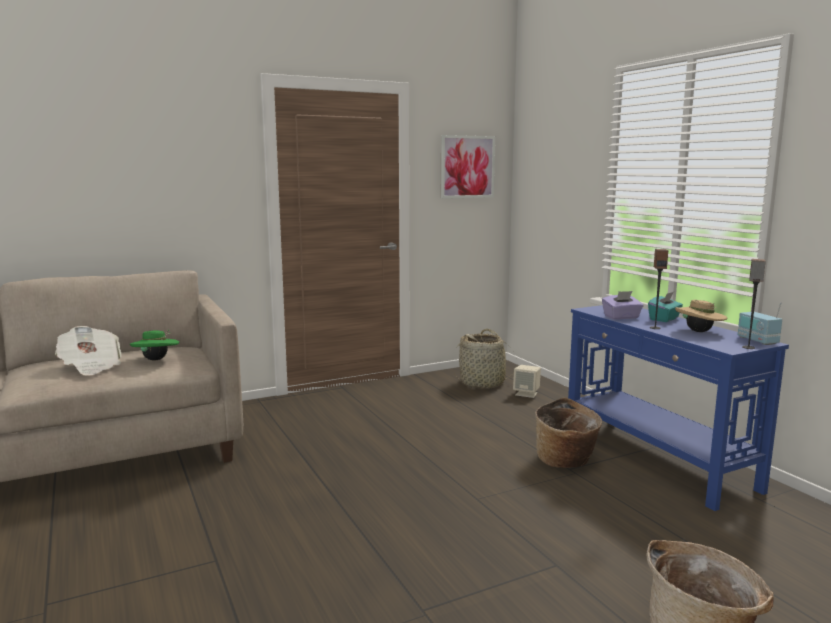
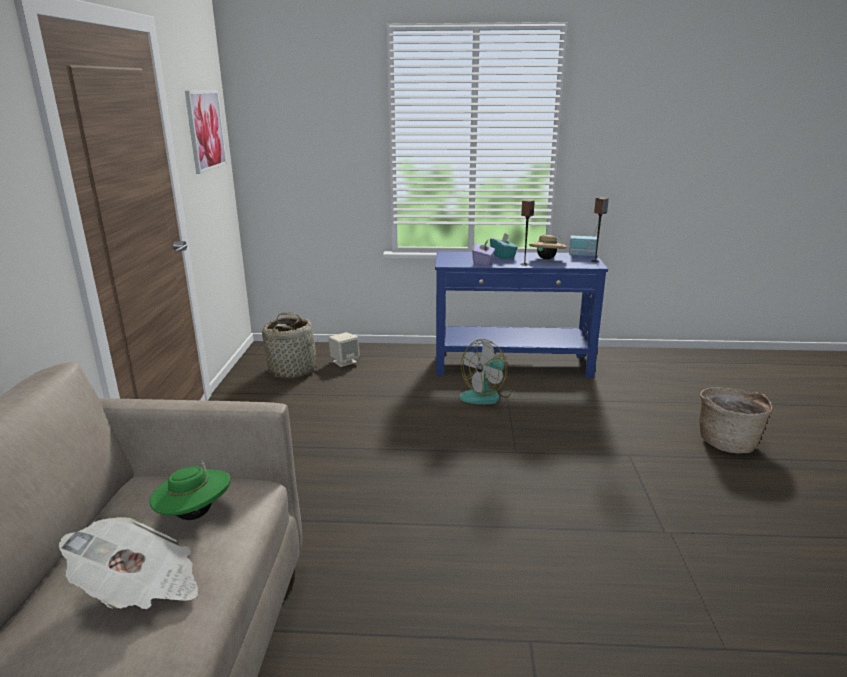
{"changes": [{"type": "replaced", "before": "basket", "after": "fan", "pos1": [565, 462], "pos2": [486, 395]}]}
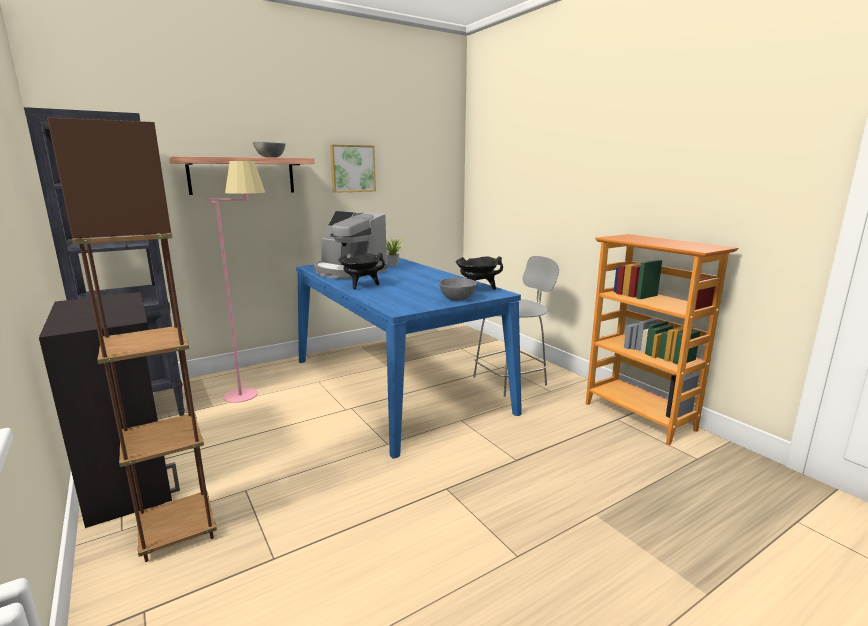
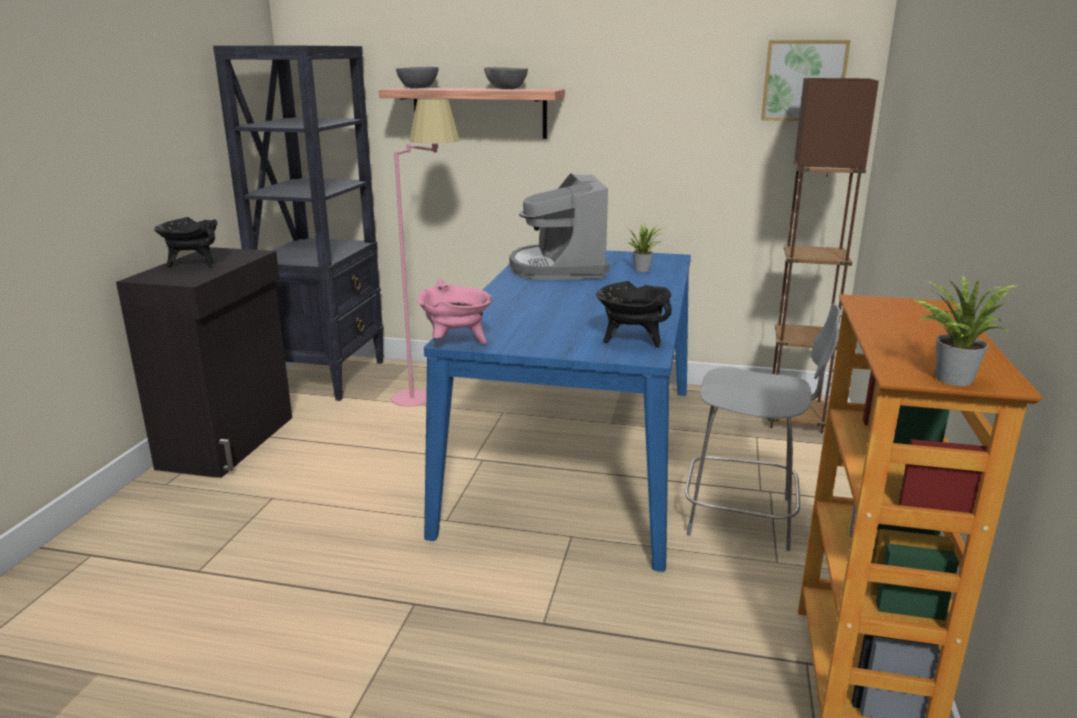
{"changes": [{"type": "moved", "before": "black cooking pot", "pos1": [361, 286], "pos2": [193, 264]}, {"type": "moved", "before": "grey bowl", "pos1": [457, 299], "pos2": [419, 88]}, {"type": "added", "after": "pink cooking pot", "pos2": [456, 343]}, {"type": "moved", "before": "picture", "pos1": [352, 168], "pos2": [804, 80]}, {"type": "moved", "before": "brown floor lamp", "pos1": [177, 530], "pos2": [794, 419]}, {"type": "added", "after": "potted plant", "pos2": [950, 377]}]}
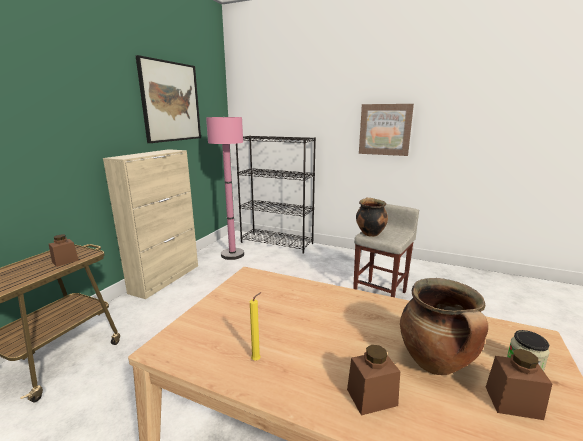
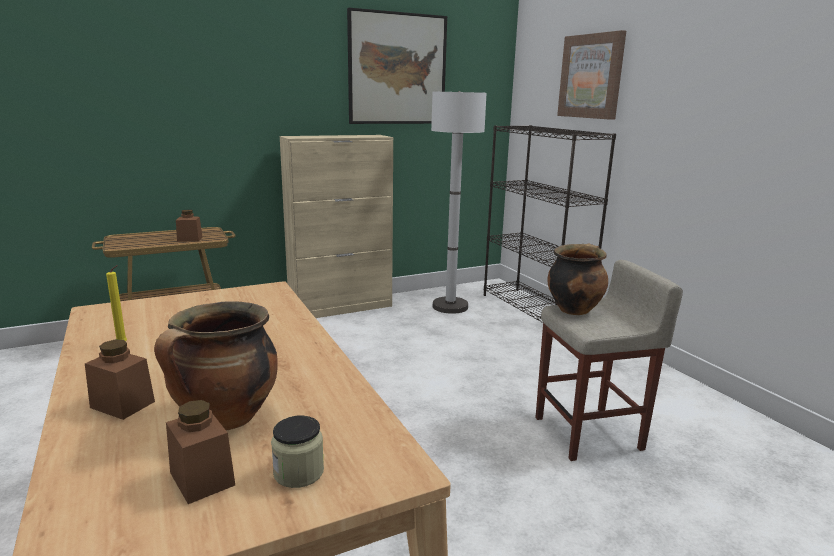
{"changes": [{"type": "recoloured", "before": "pink floor lamp", "after": "white floor lamp", "pos1": [232, 254], "pos2": [450, 306]}, {"type": "moved", "before": "picture", "pos1": [385, 129], "pos2": [591, 76]}]}
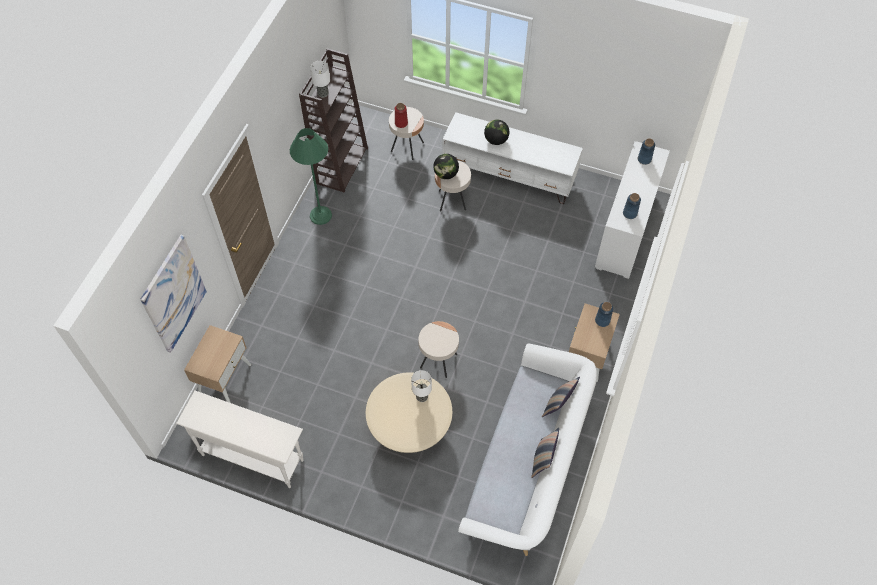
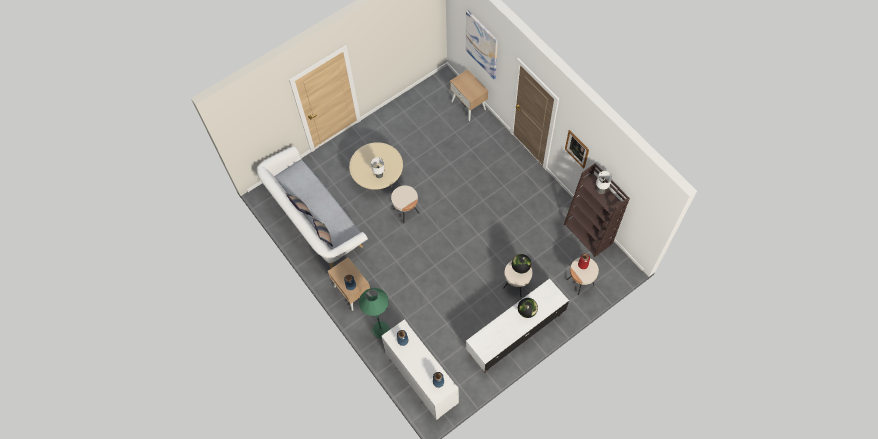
{"changes": [{"type": "moved", "before": "green floor lamp", "pos1": [321, 215], "pos2": [380, 330]}, {"type": "added", "after": "picture", "pos2": [577, 149]}, {"type": "removed", "before": "white console table", "pos1": [252, 457]}]}
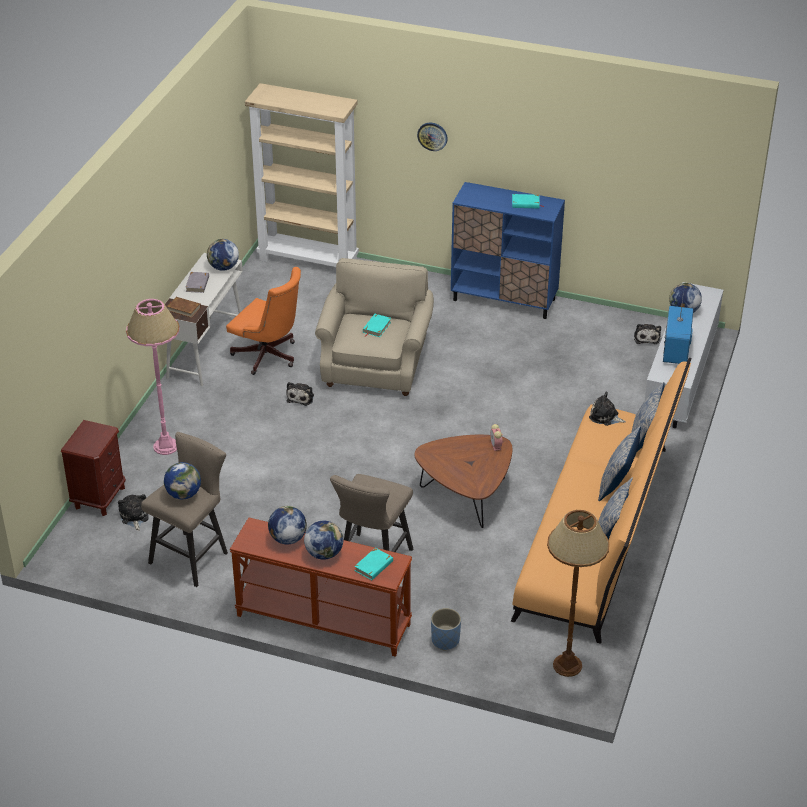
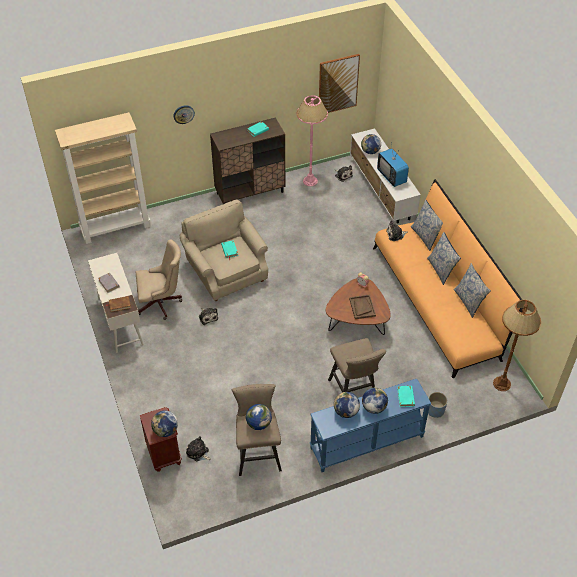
{"changes": [{"type": "recoloured", "before": "orange office chair", "after": "beige office chair", "pos1": [269, 357], "pos2": [161, 303]}, {"type": "moved", "before": "globe", "pos1": [223, 267], "pos2": [165, 430]}, {"type": "recoloured", "before": "blue cabinet", "after": "brown cabinet", "pos1": [504, 300], "pos2": [250, 192]}, {"type": "moved", "before": "pink floor lamp", "pos1": [166, 446], "pos2": [310, 181]}, {"type": "recoloured", "before": "brown console table", "after": "blue console table", "pos1": [322, 621], "pos2": [367, 443]}, {"type": "added", "after": "picture", "pos2": [338, 84]}, {"type": "added", "after": "brown tray", "pos2": [362, 307]}]}
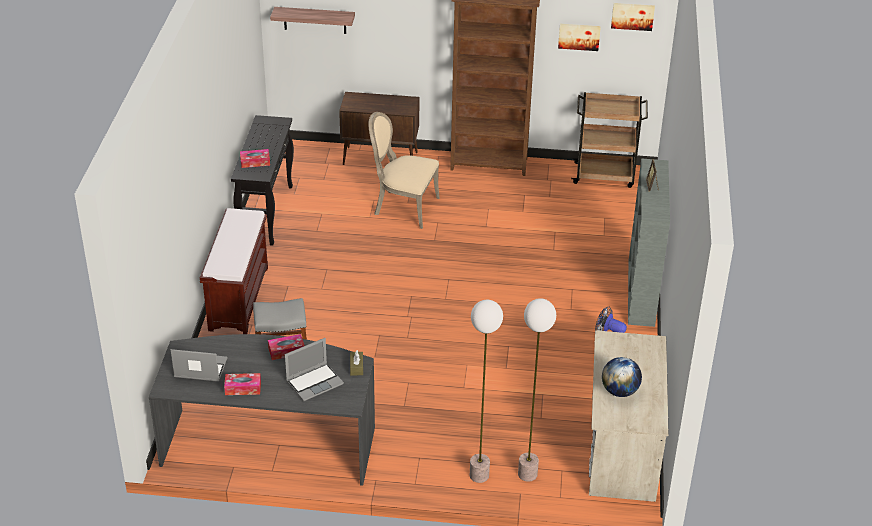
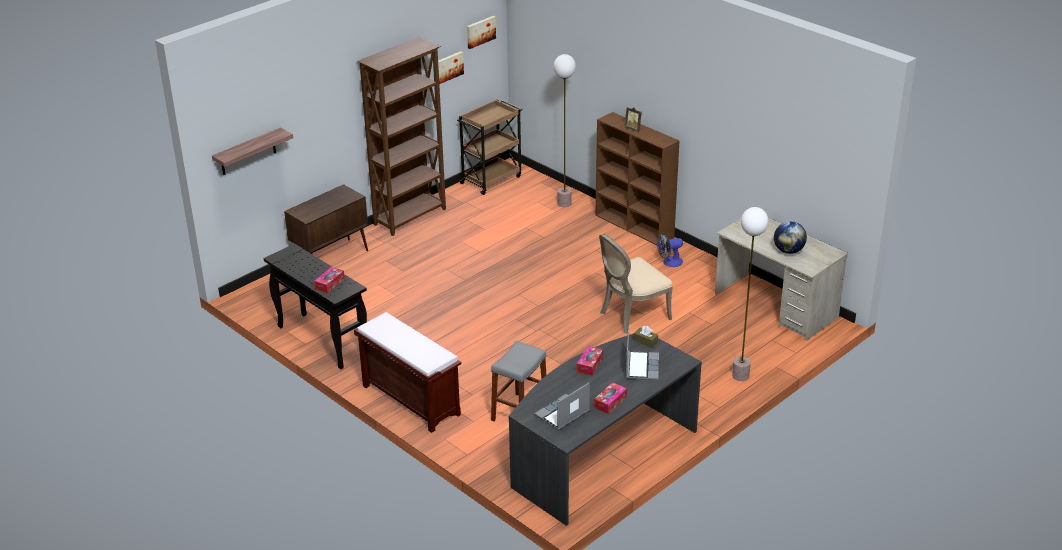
{"changes": [{"type": "moved", "before": "floor lamp", "pos1": [527, 474], "pos2": [564, 203]}, {"type": "recoloured", "before": "grey bookcase", "after": "brown bookcase", "pos1": [641, 293], "pos2": [635, 227]}, {"type": "moved", "before": "beige chair", "pos1": [403, 207], "pos2": [631, 315]}]}
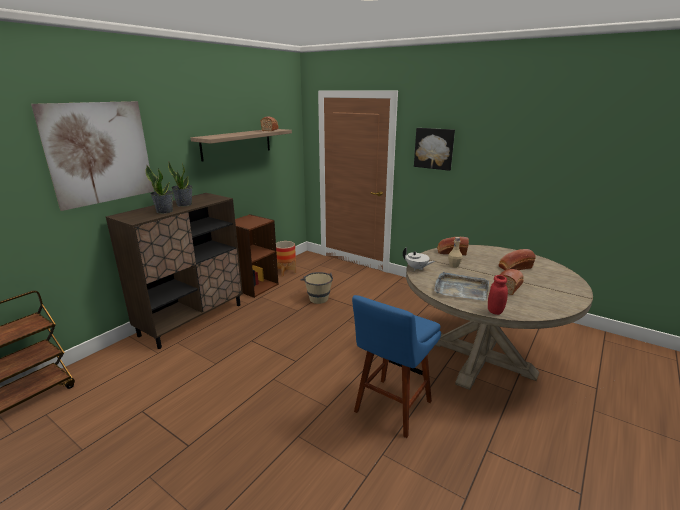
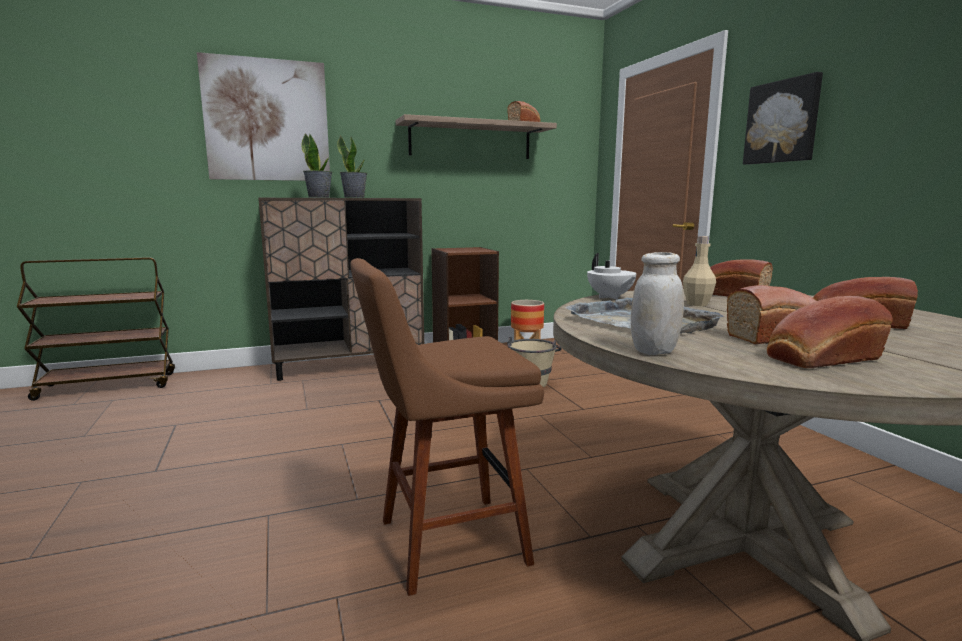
{"changes": [{"type": "recoloured", "before": "blue stool", "after": "brown stool", "pos1": [391, 409], "pos2": [444, 543]}, {"type": "recoloured", "before": "red jar", "after": "white jar", "pos1": [495, 311], "pos2": [654, 351]}, {"type": "added", "after": "bread", "pos2": [820, 358]}]}
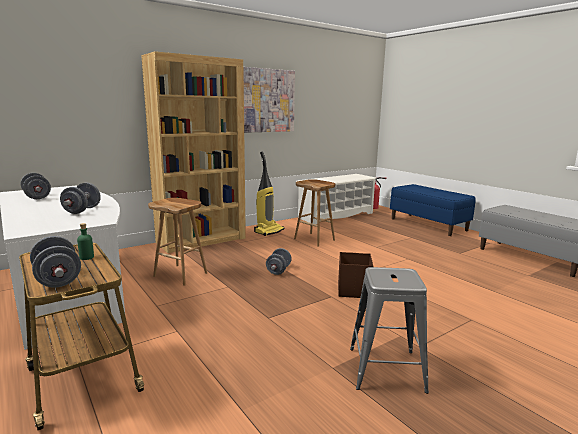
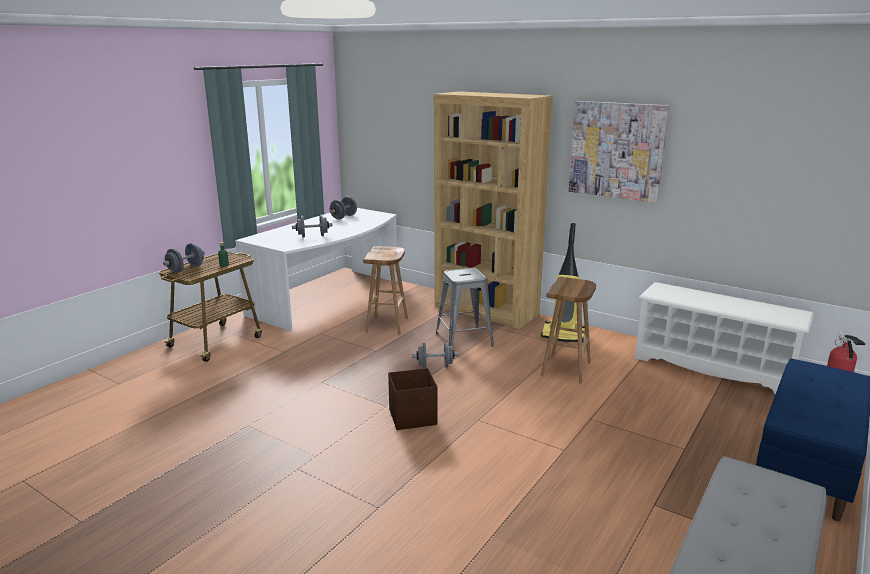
{"changes": [{"type": "moved", "before": "grey stool", "pos1": [386, 369], "pos2": [464, 339]}]}
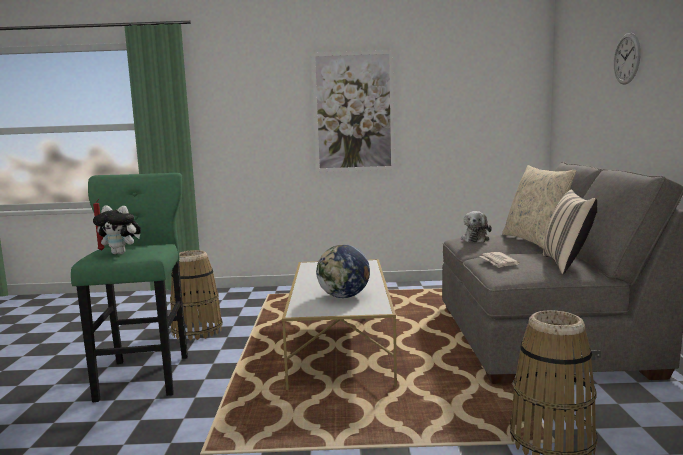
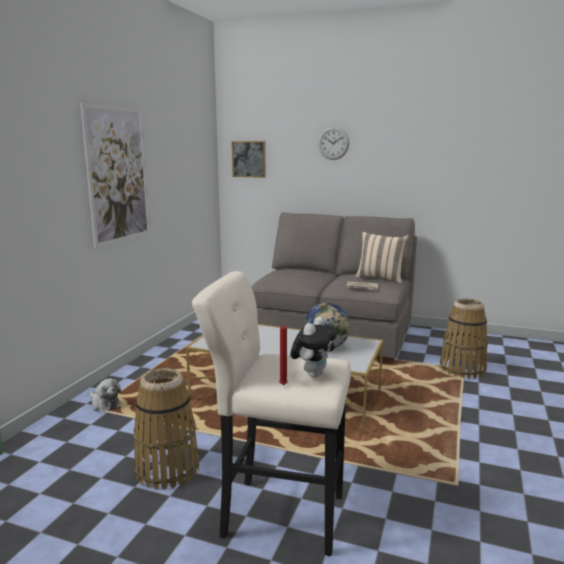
{"changes": [{"type": "moved", "before": "plush toy", "pos1": [475, 239], "pos2": [105, 404]}, {"type": "recoloured", "before": "green stool", "after": "beige stool", "pos1": [145, 375], "pos2": [277, 513]}, {"type": "added", "after": "picture", "pos2": [249, 159]}, {"type": "removed", "before": "beige pillow", "pos1": [535, 241]}]}
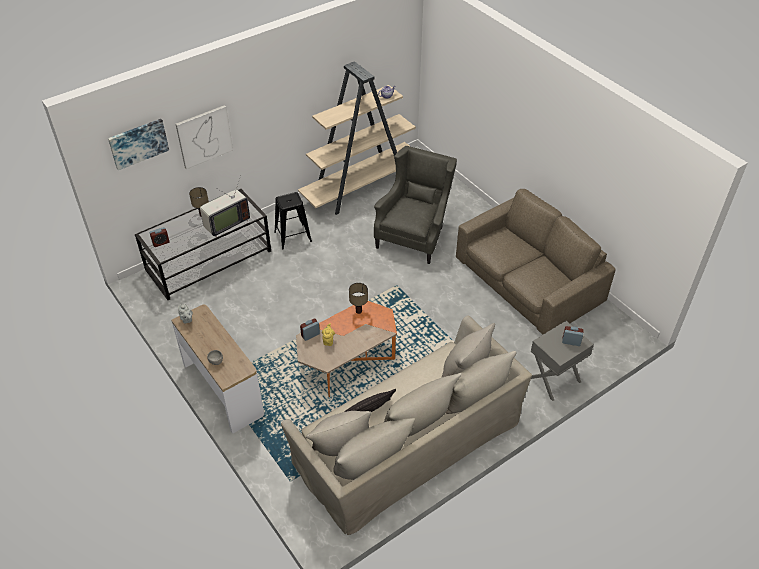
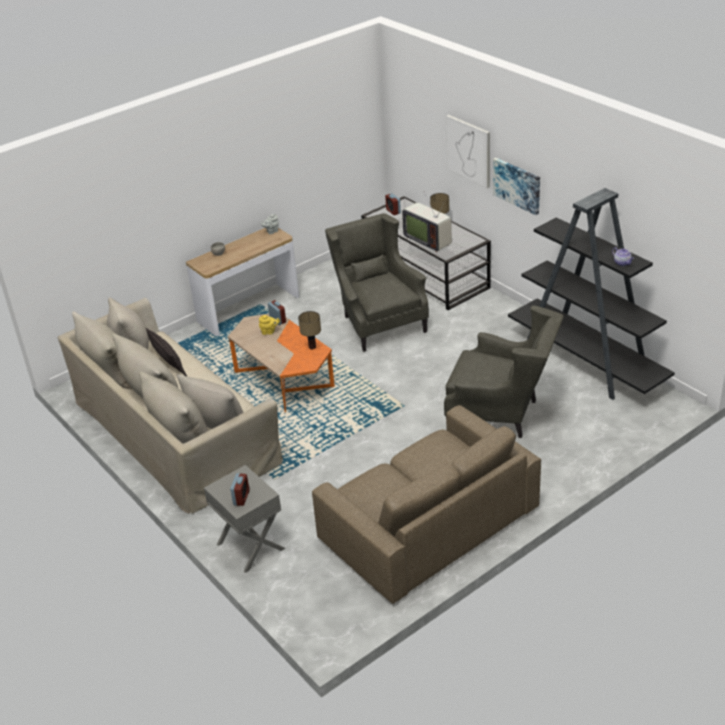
{"changes": [{"type": "added", "after": "grey armchair", "pos2": [378, 321]}, {"type": "moved", "before": "picture", "pos1": [138, 143], "pos2": [517, 185]}, {"type": "recoloured", "before": "beige bookcase", "after": "black bookcase", "pos1": [362, 187], "pos2": [586, 363]}, {"type": "removed", "before": "black stool", "pos1": [293, 236]}]}
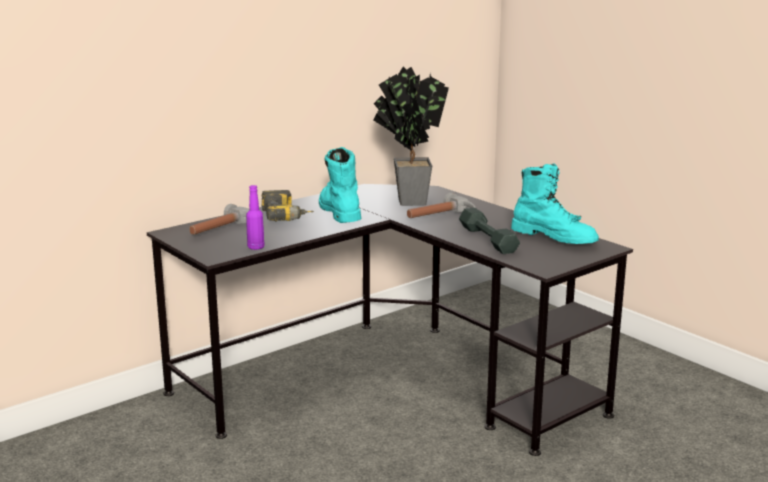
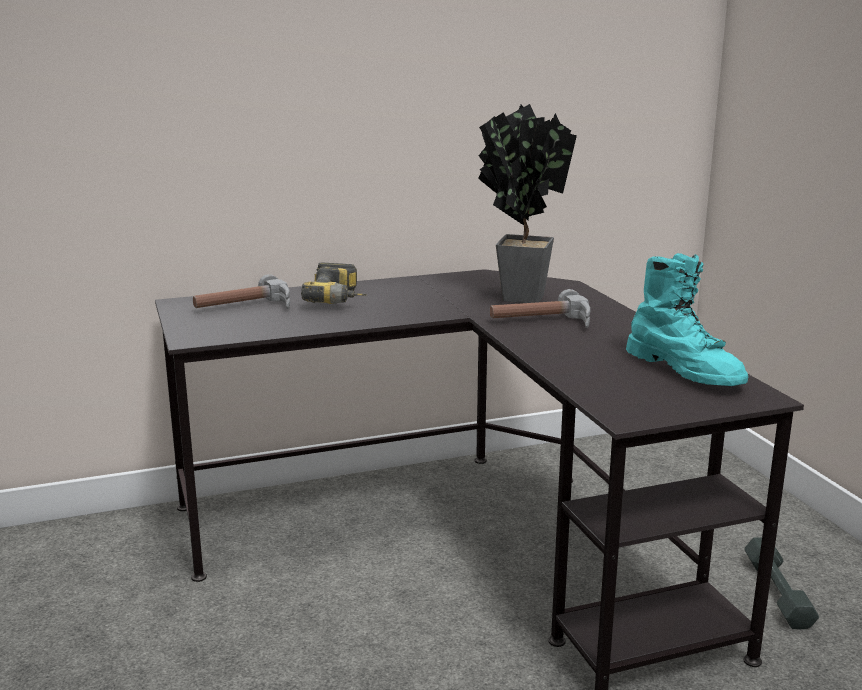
{"changes": [{"type": "moved", "before": "grey dumbbell", "pos1": [488, 239], "pos2": [778, 592]}, {"type": "removed", "before": "purple bottle", "pos1": [256, 247]}, {"type": "removed", "before": "turquoise boot", "pos1": [338, 211]}]}
